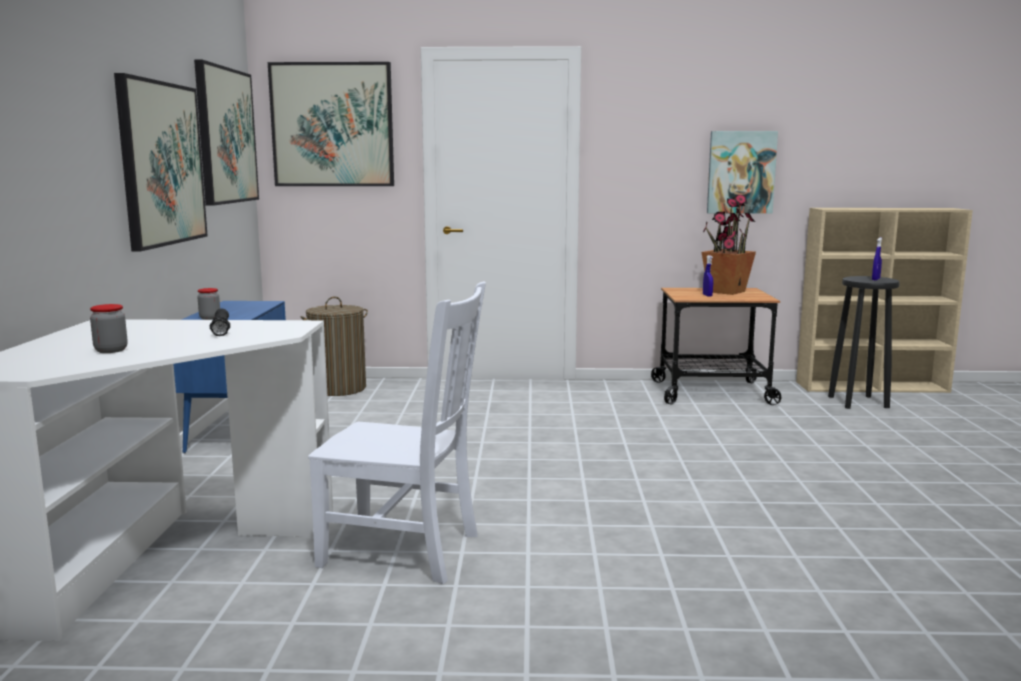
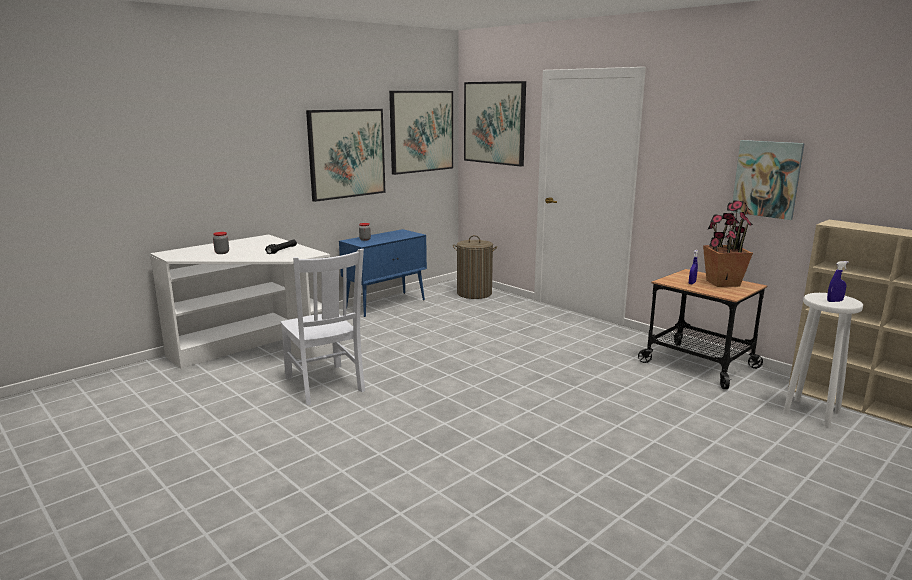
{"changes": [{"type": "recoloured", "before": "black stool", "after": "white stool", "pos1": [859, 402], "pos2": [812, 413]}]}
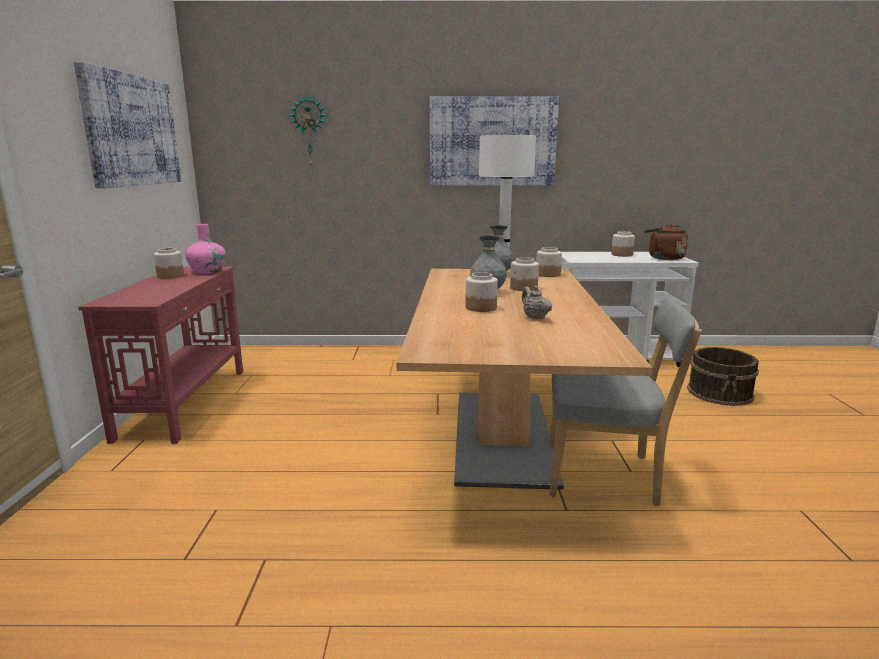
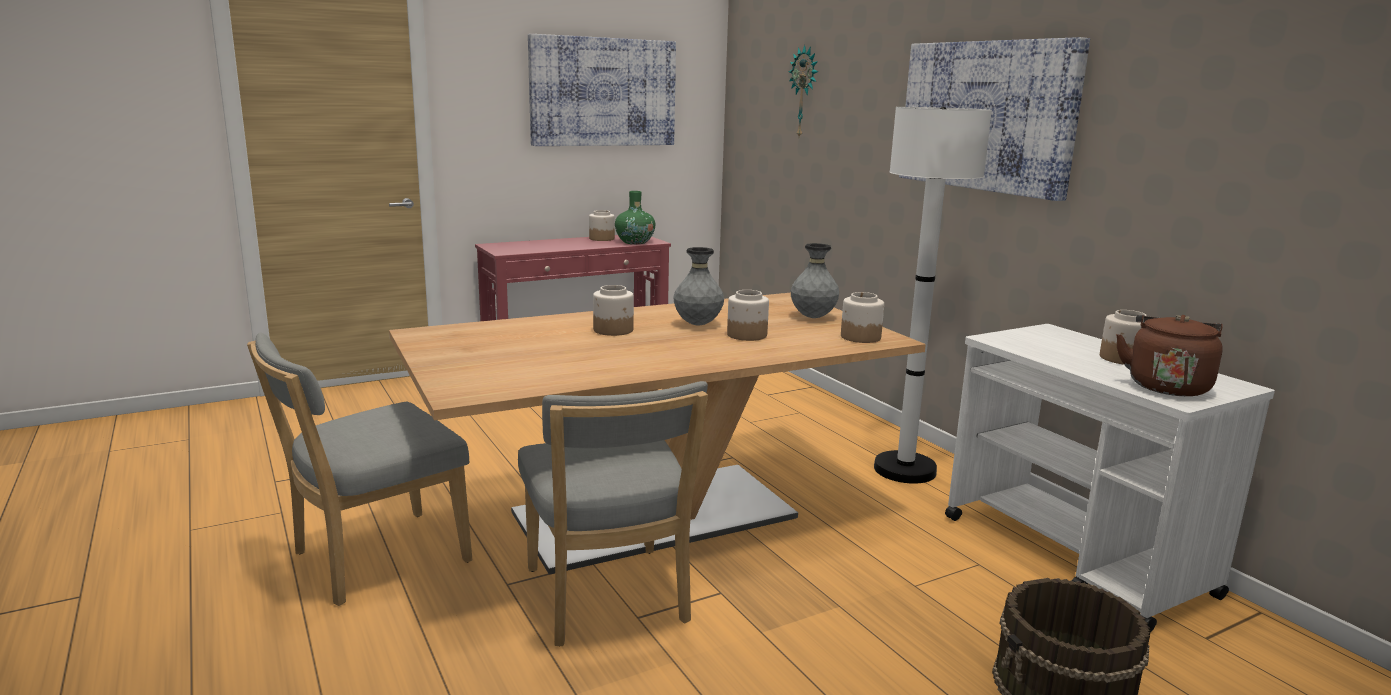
{"changes": [{"type": "added", "after": "grey chair", "pos2": [373, 559]}, {"type": "recoloured", "before": "pink vase", "after": "green vase", "pos1": [208, 271], "pos2": [635, 242]}, {"type": "removed", "before": "beige teapot", "pos1": [534, 317]}]}
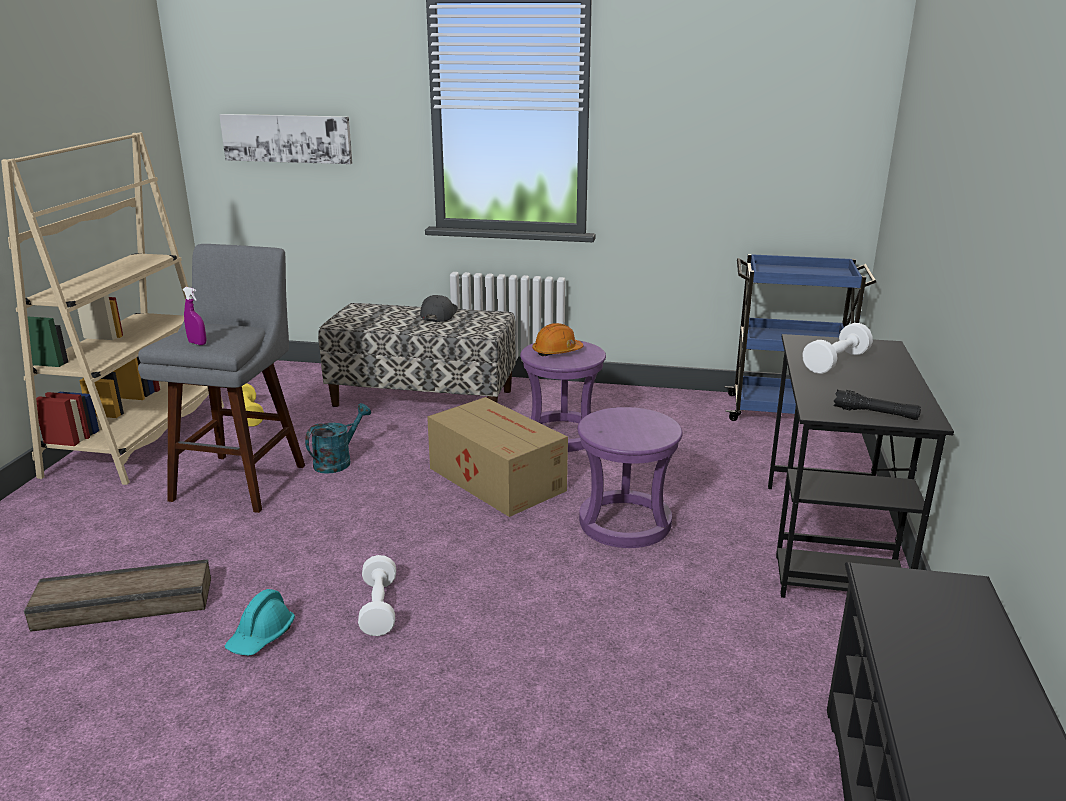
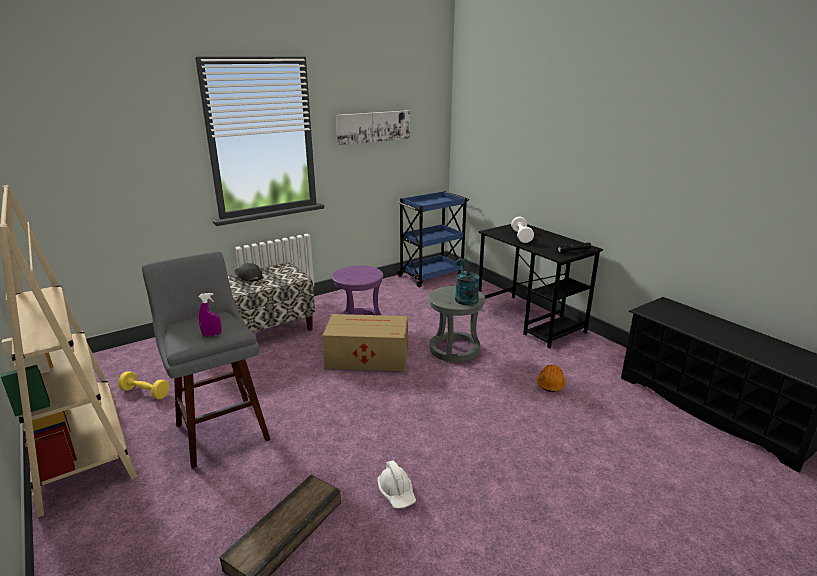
{"changes": [{"type": "moved", "before": "picture", "pos1": [287, 138], "pos2": [373, 127]}, {"type": "recoloured", "before": "turquoise hard hat", "after": "white hard hat", "pos1": [261, 636], "pos2": [397, 492]}, {"type": "recoloured", "before": "purple stool", "after": "grey stool", "pos1": [625, 523], "pos2": [454, 349]}, {"type": "moved", "before": "turquoise watering can", "pos1": [338, 461], "pos2": [465, 297]}, {"type": "moved", "before": "orange hard hat", "pos1": [557, 352], "pos2": [550, 384]}, {"type": "removed", "before": "white dumbbell", "pos1": [379, 608]}]}
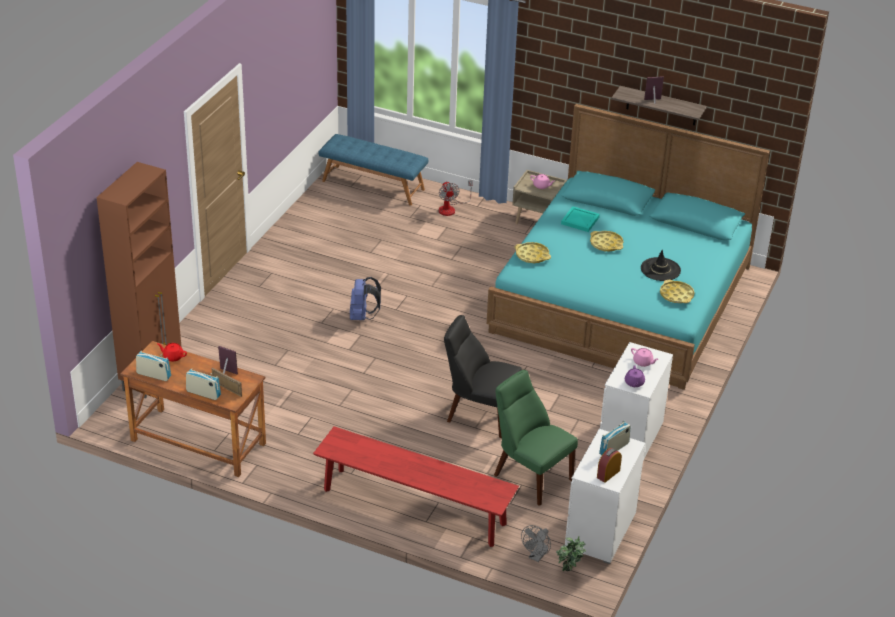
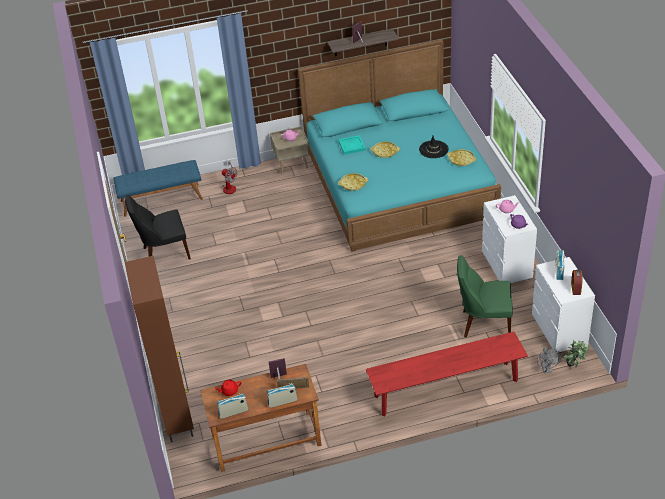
{"changes": [{"type": "moved", "before": "black chair", "pos1": [479, 414], "pos2": [164, 253]}, {"type": "removed", "before": "blue backpack", "pos1": [362, 316]}]}
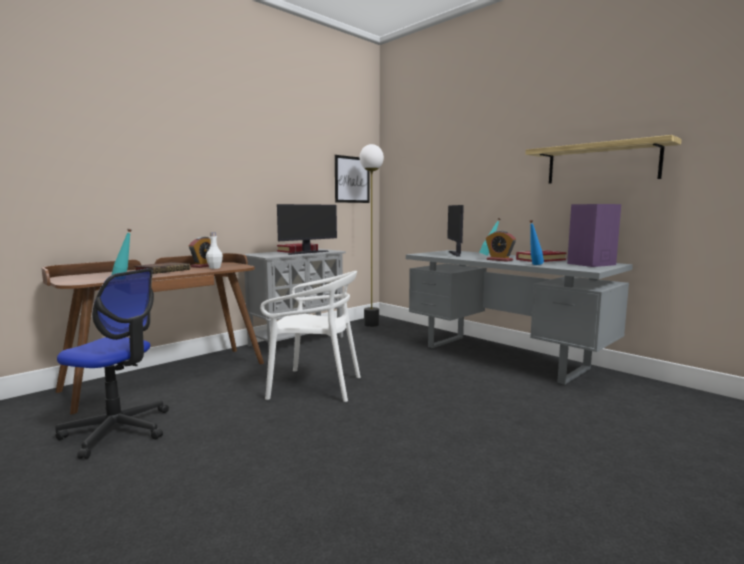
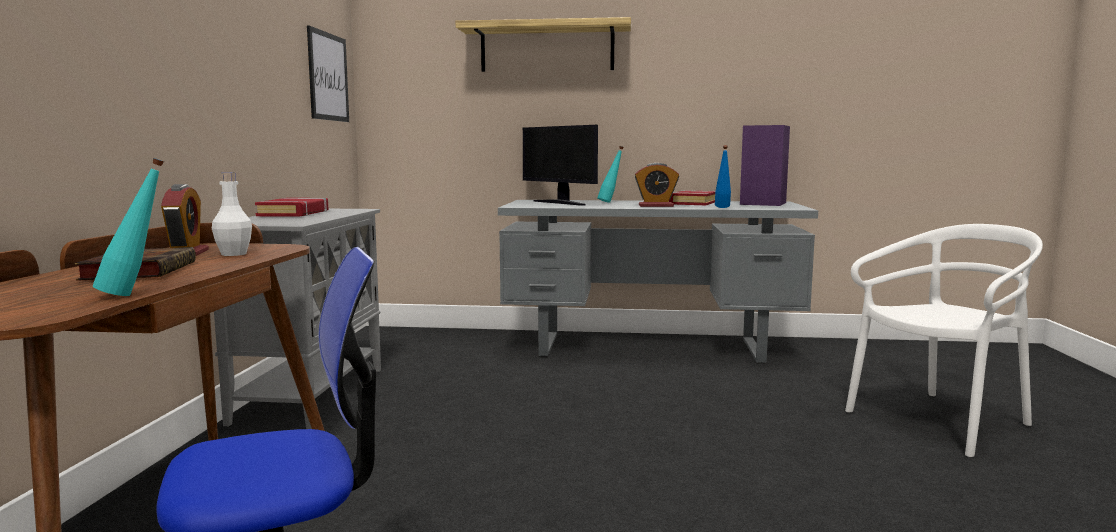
{"changes": [{"type": "moved", "before": "shelf", "pos1": [601, 163], "pos2": [547, 48]}, {"type": "moved", "before": "white chair", "pos1": [315, 386], "pos2": [940, 421]}, {"type": "removed", "before": "monitor", "pos1": [308, 252]}, {"type": "removed", "before": "floor lamp", "pos1": [371, 324]}]}
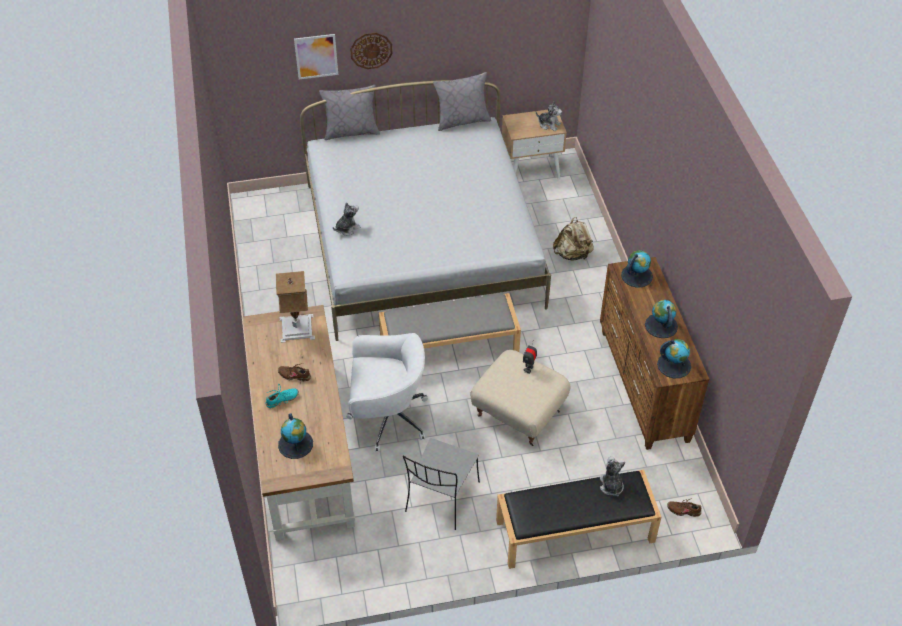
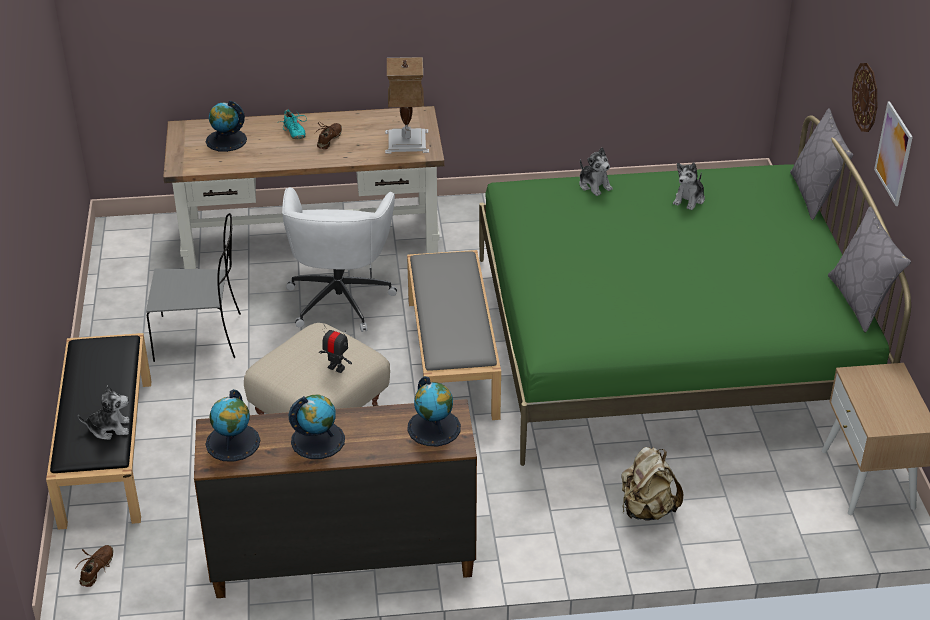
{"changes": [{"type": "turned", "before": "grey chair", "pos1": [441, 498], "pos2": [200, 337], "turn": 150}, {"type": "recoloured", "before": "white bed", "after": "green bed", "pos1": [422, 244], "pos2": [667, 342]}, {"type": "moved", "before": "plush toy", "pos1": [549, 124], "pos2": [689, 199]}, {"type": "moved", "before": "picture", "pos1": [316, 56], "pos2": [893, 153]}]}
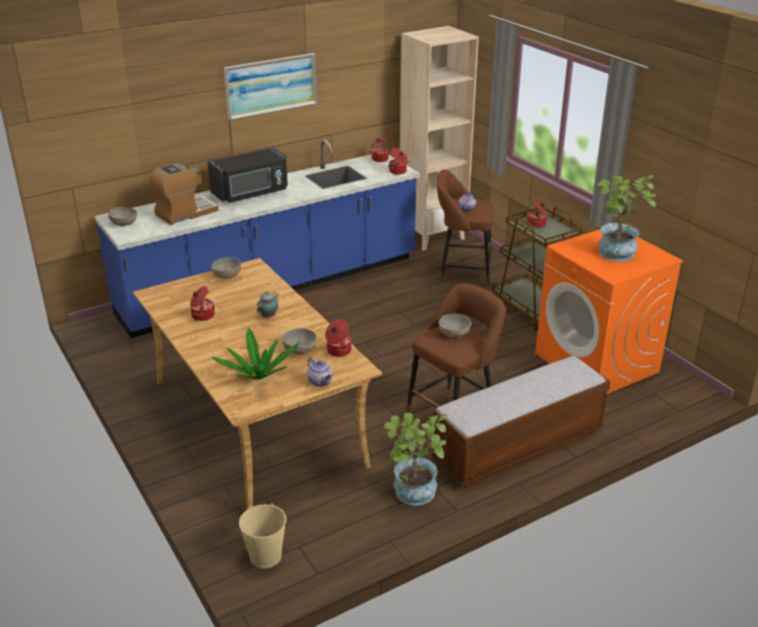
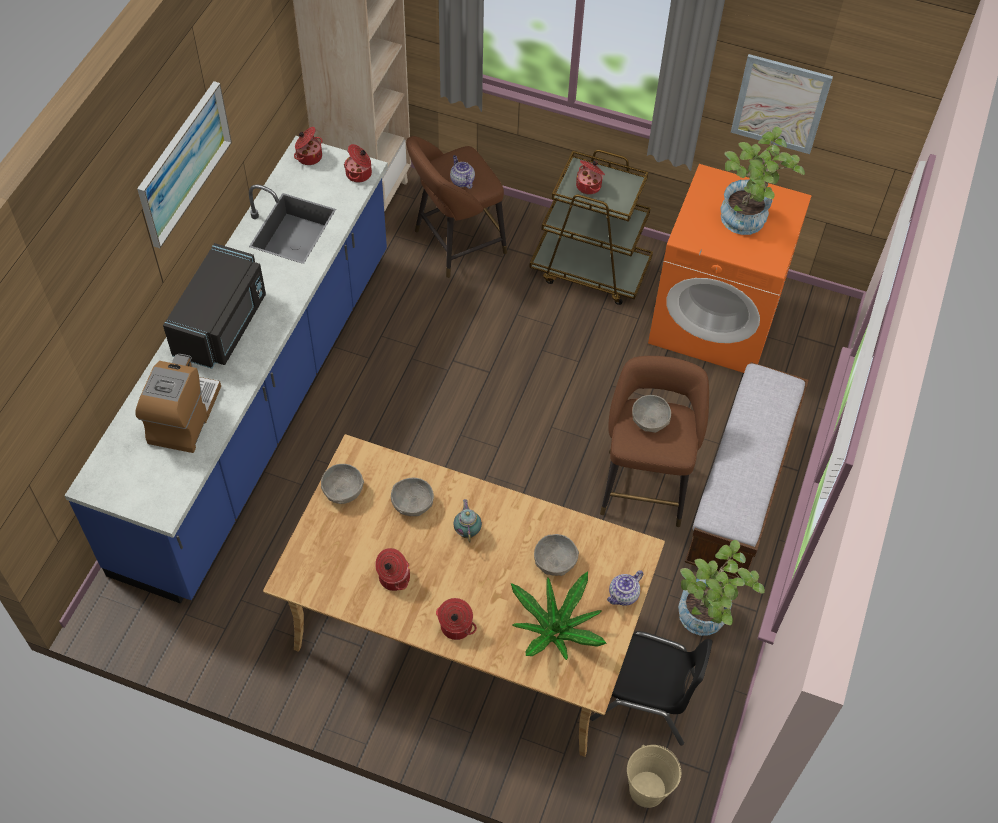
{"changes": [{"type": "moved", "before": "grey bowl", "pos1": [124, 223], "pos2": [412, 503]}, {"type": "moved", "before": "cooking pot", "pos1": [338, 351], "pos2": [455, 627]}, {"type": "added", "after": "black chair", "pos2": [646, 699]}, {"type": "turned", "before": "teapot", "pos1": [320, 381], "pos2": [623, 595], "turn": 120}, {"type": "added", "after": "picture", "pos2": [780, 104]}]}
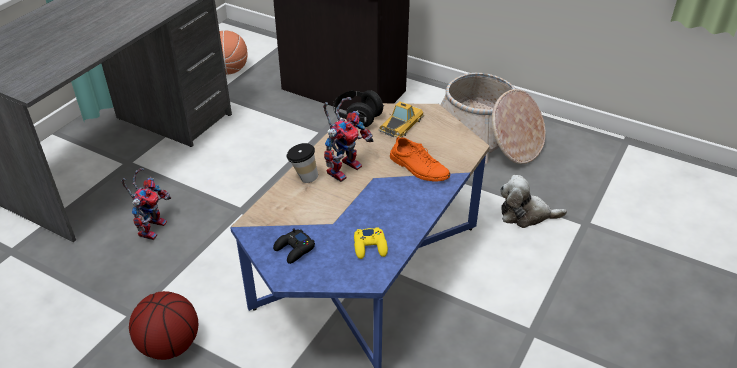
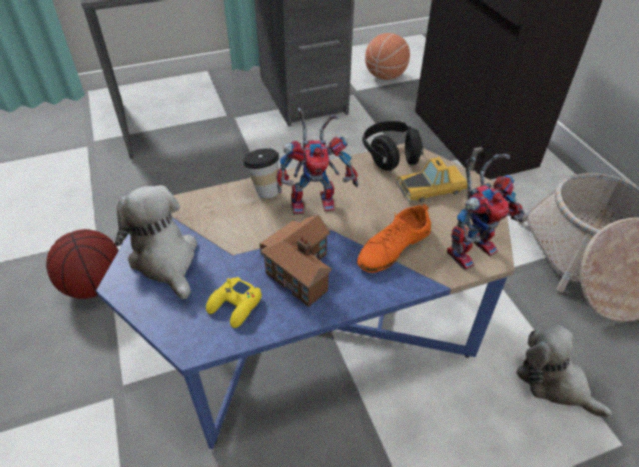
{"changes": [{"type": "replaced", "before": "black game controller", "after": "plush toy", "pos1": [294, 249], "pos2": [165, 259]}, {"type": "added", "after": "toy house", "pos2": [299, 267]}, {"type": "turned", "before": "orange shoe", "pos1": [418, 168], "pos2": [393, 247], "turn": 60}, {"type": "moved", "before": "toy robot", "pos1": [152, 226], "pos2": [472, 247]}]}
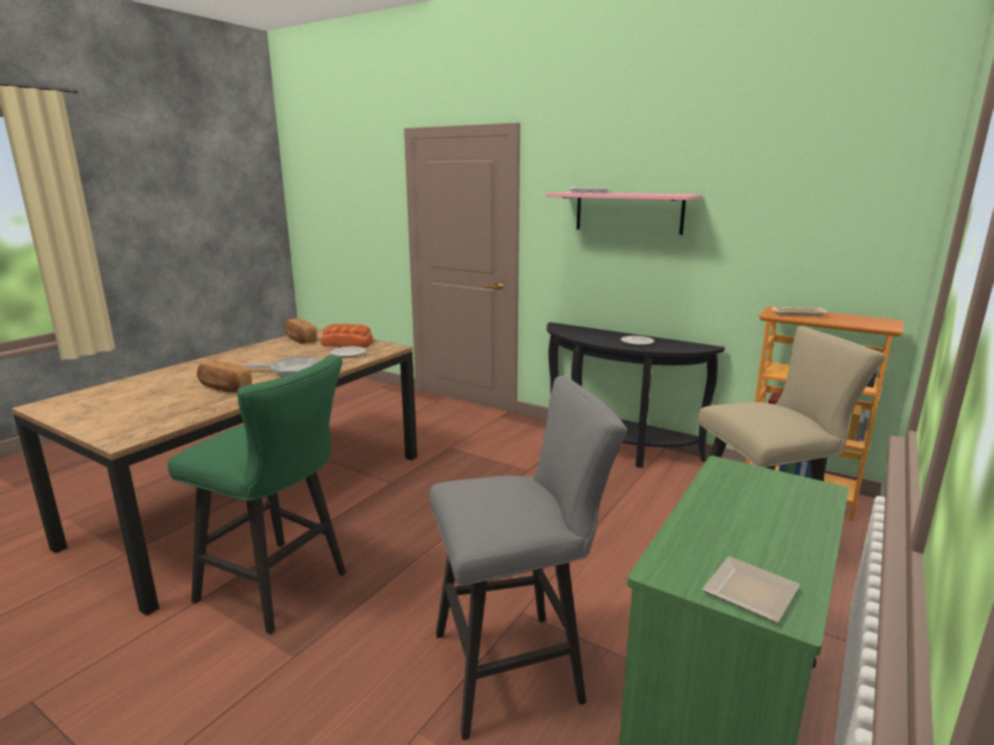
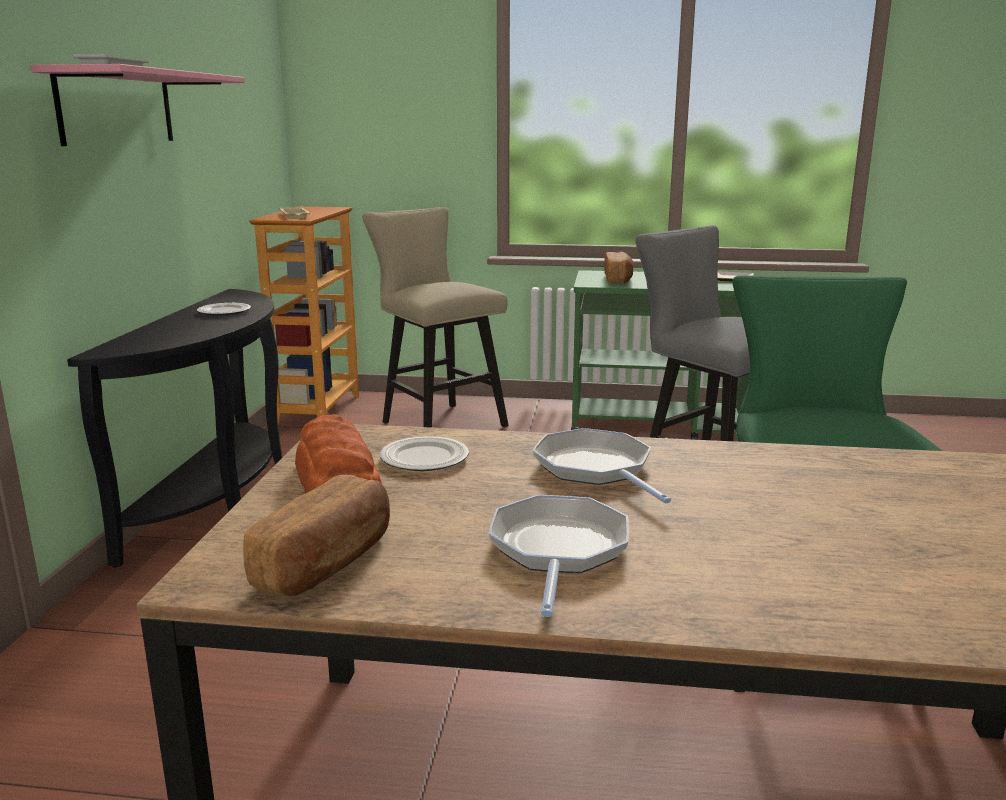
{"changes": [{"type": "added", "after": "frying pan", "pos2": [558, 550]}, {"type": "moved", "before": "bread", "pos1": [224, 387], "pos2": [618, 279]}]}
